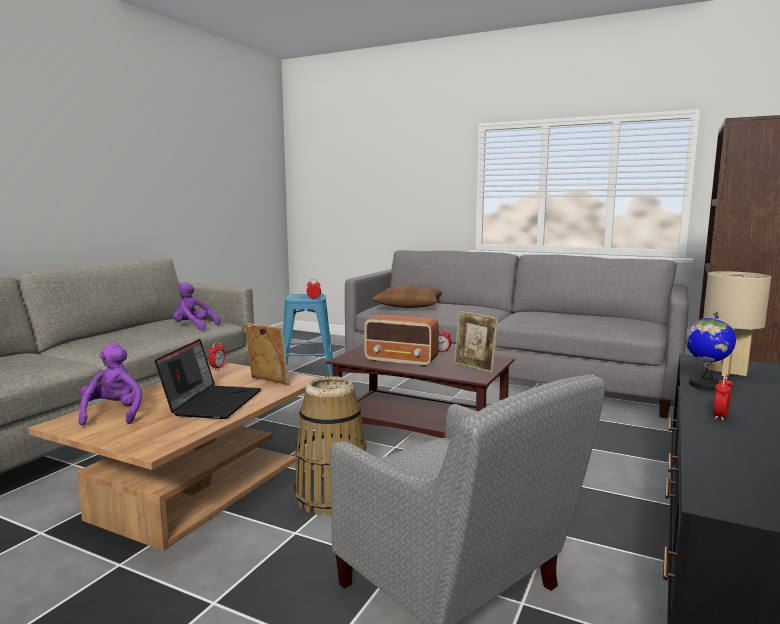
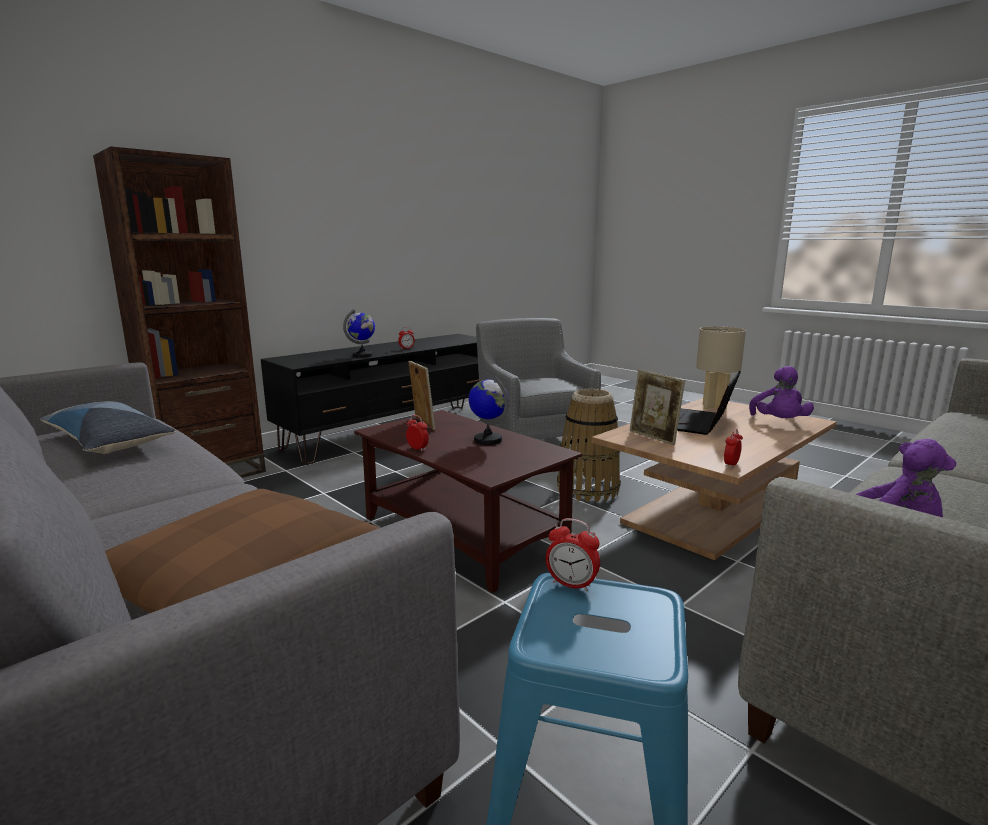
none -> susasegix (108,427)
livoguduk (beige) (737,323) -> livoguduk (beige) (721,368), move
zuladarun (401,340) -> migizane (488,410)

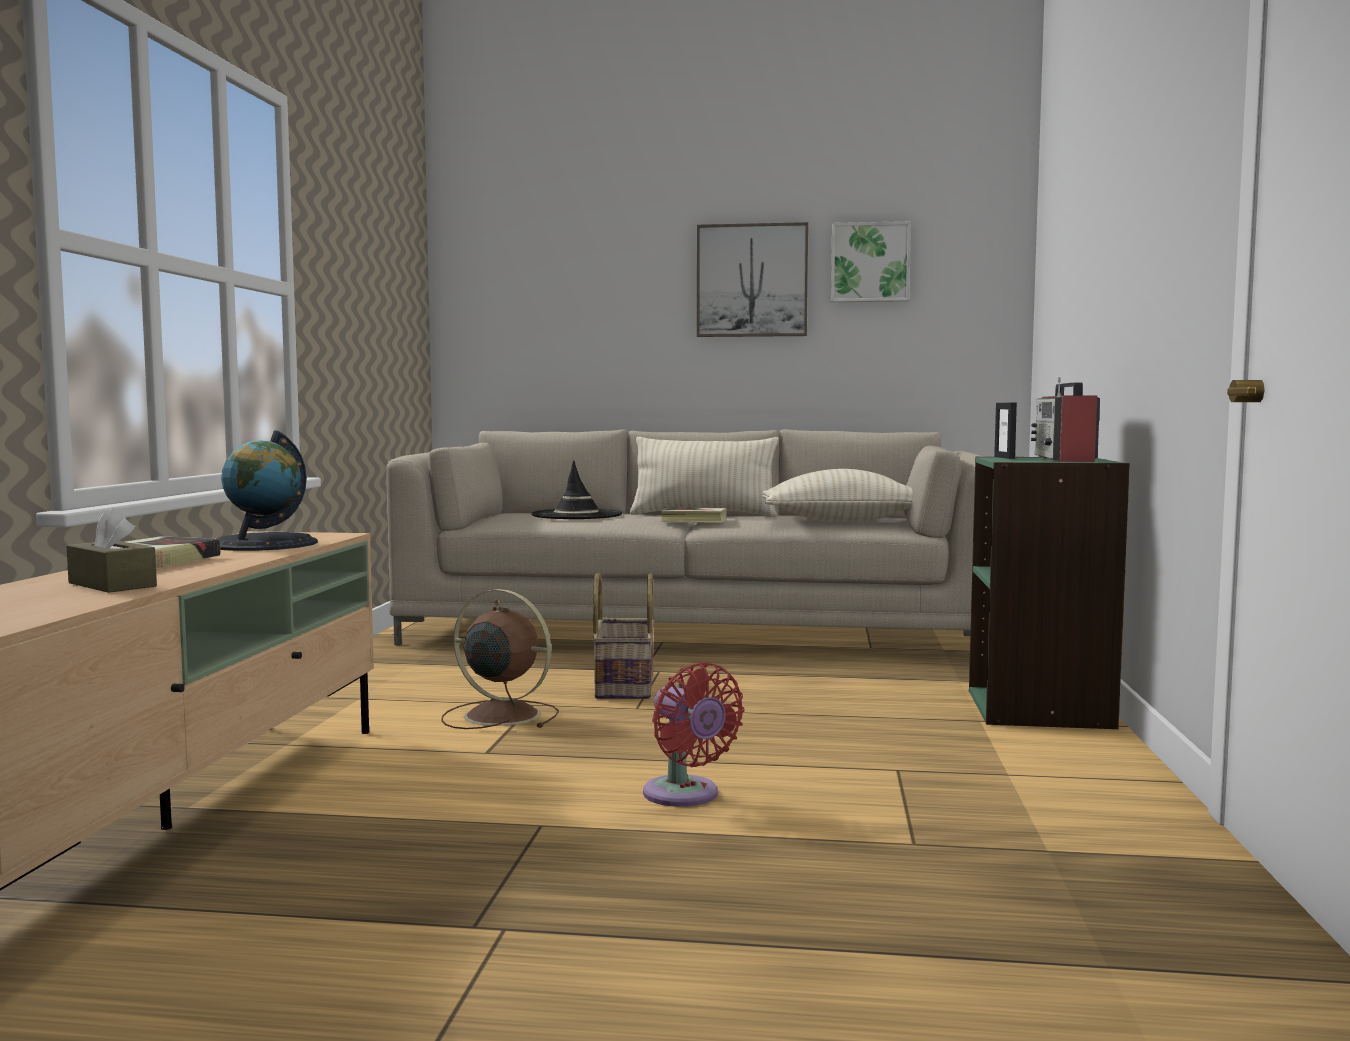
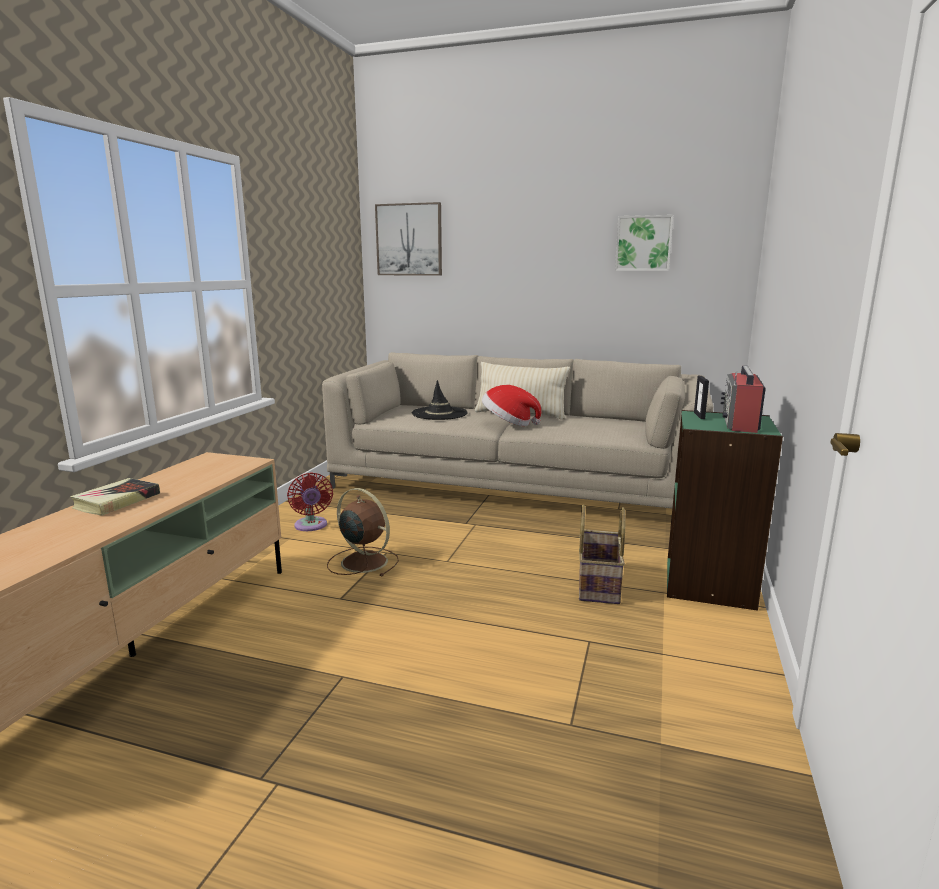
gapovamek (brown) (111,550) -> none
migizane (268,490) -> none
susasegix (beige) (837,495) -> none
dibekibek (623,636) -> dibekibek (602,554), move
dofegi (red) (693,734) -> dofegi (red) (310,501), move
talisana (752,279) -> talisana (408,239), move
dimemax (694,514) -> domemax (511,405)

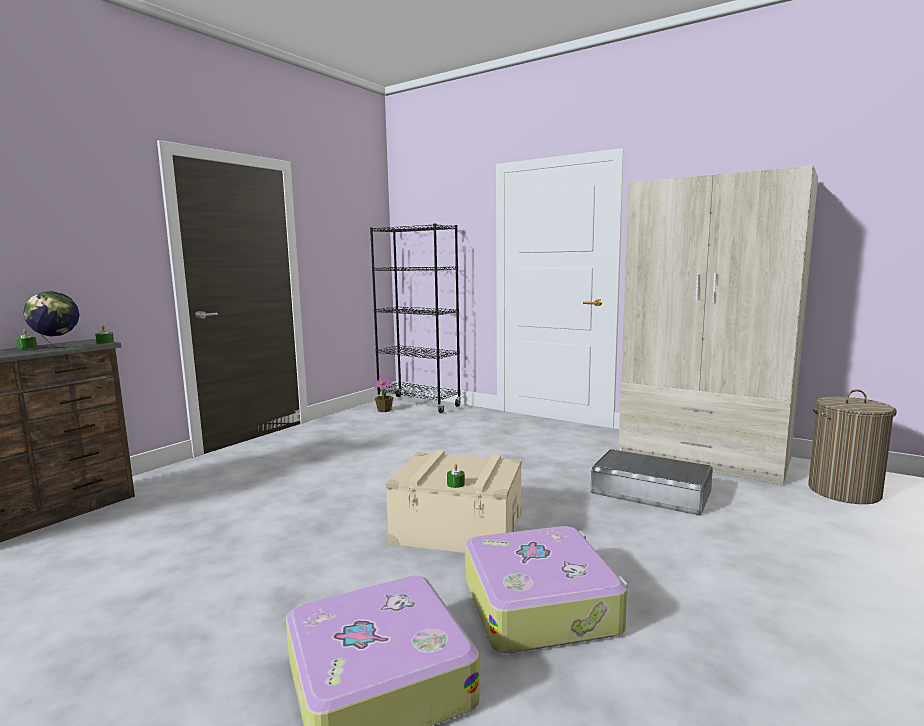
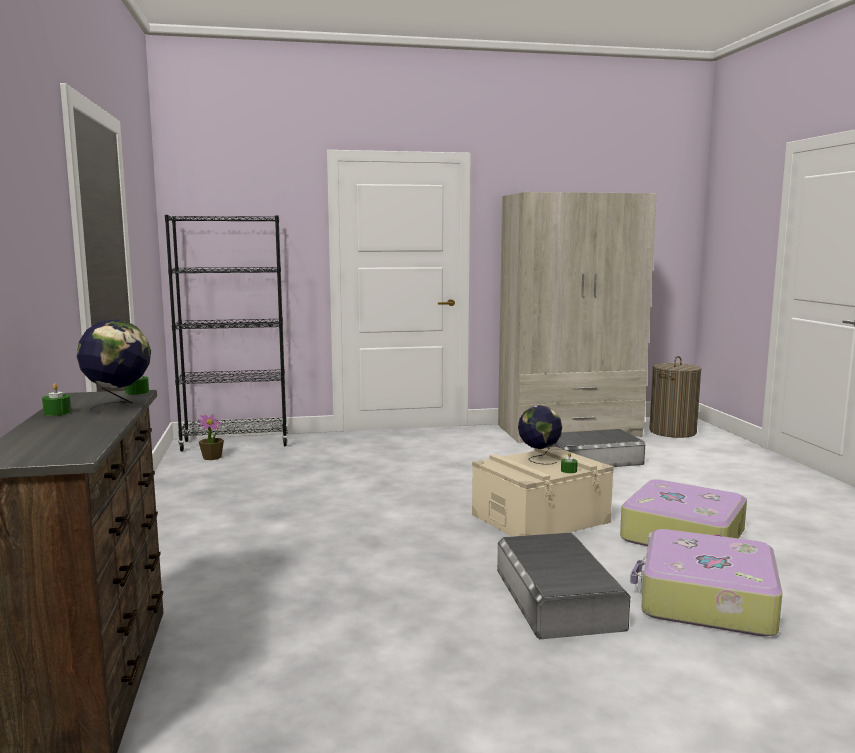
none -> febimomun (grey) (563,586)
none -> migizane (540,435)

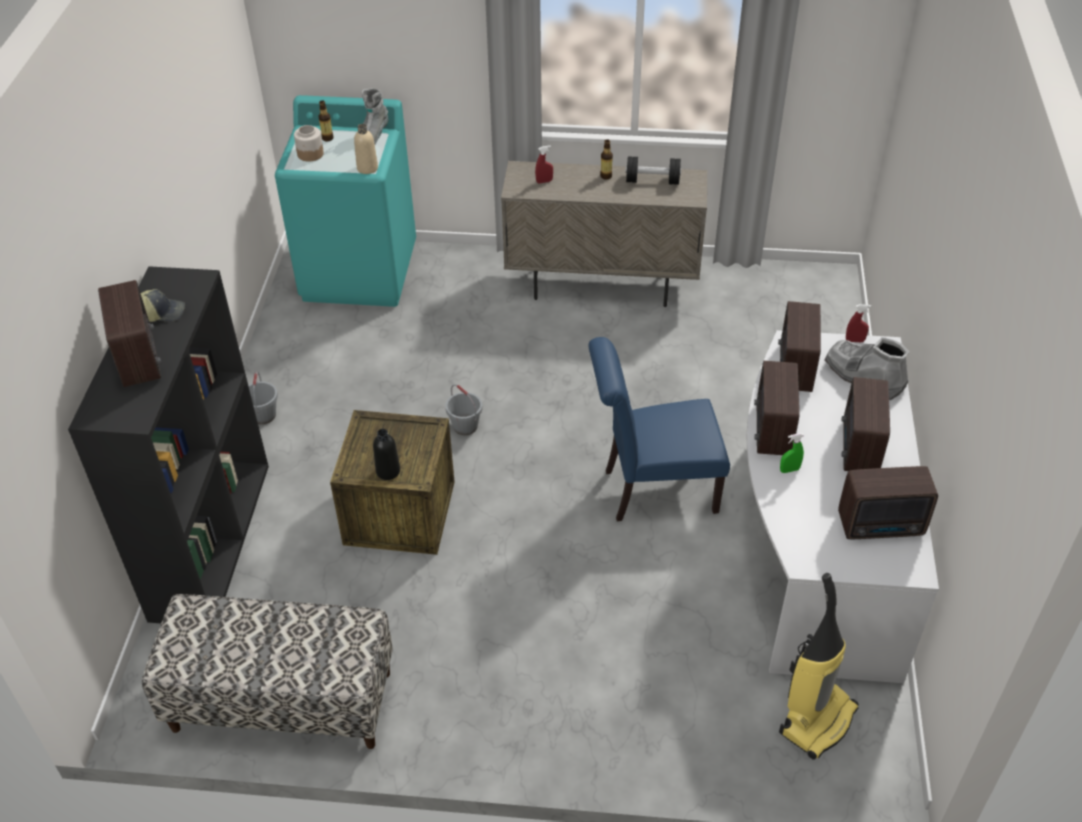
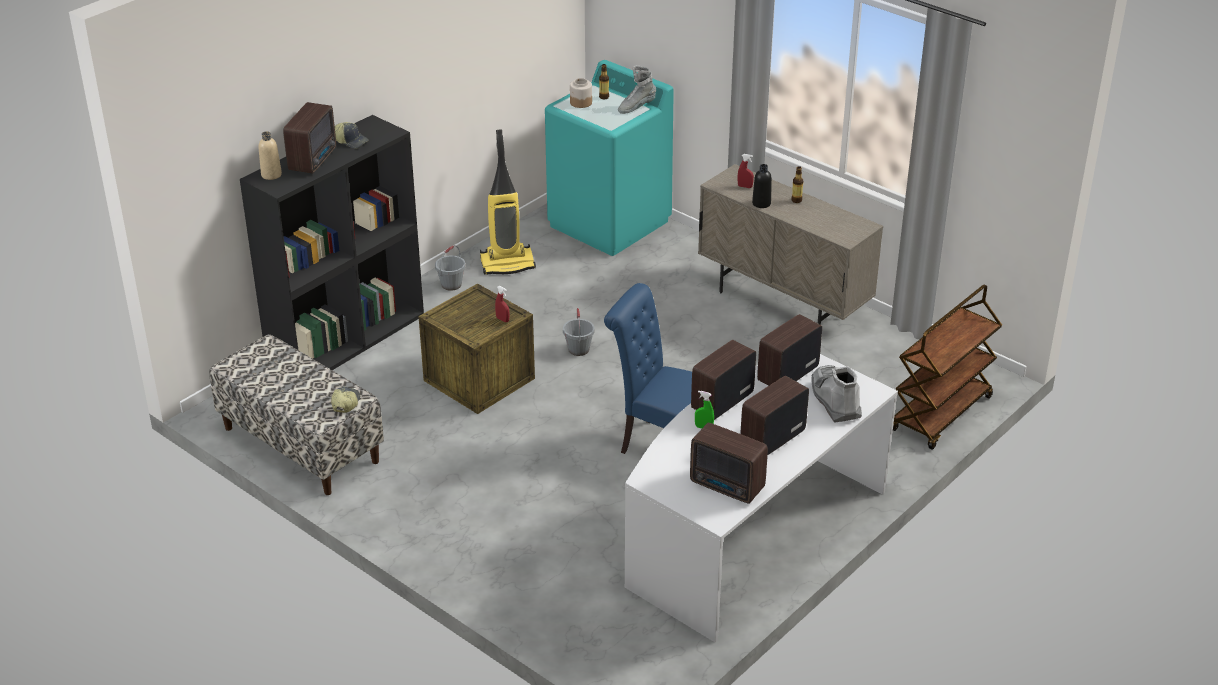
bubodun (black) (653,170) -> none
none -> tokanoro (345,400)
none -> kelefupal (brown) (947,367)
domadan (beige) (366,149) -> domadan (beige) (270,155), move
domadan (black) (386,454) -> domadan (black) (762,186), move
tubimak (819,666) -> tubimak (508,201), move
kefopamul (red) (858,323) -> kefopamul (red) (502,304), move

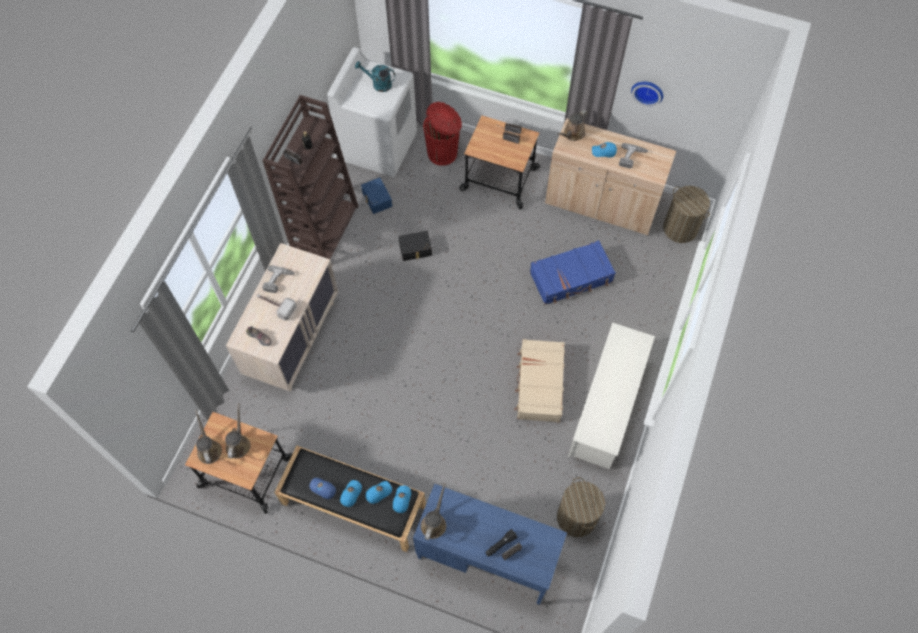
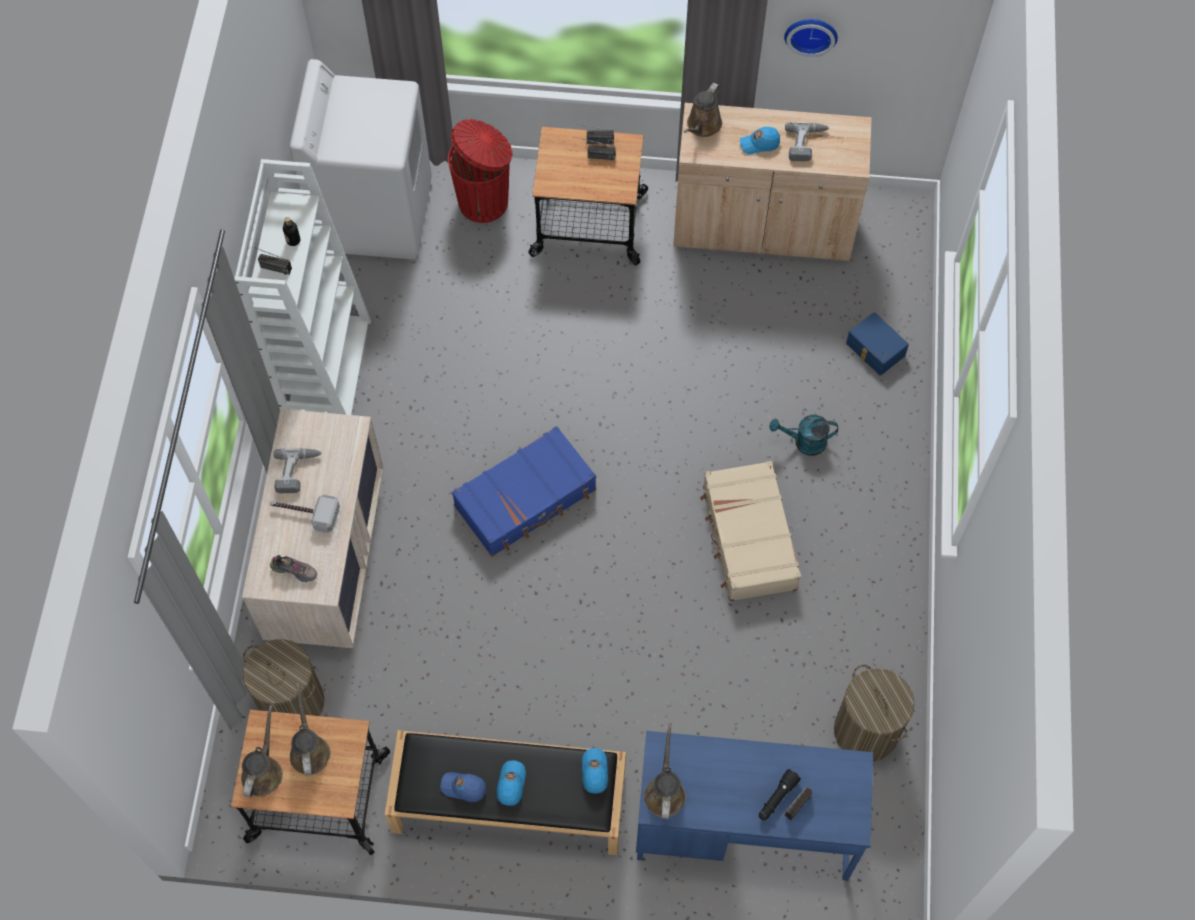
tokanoro (blue) (378,492) -> none
febimomun (black) (415,246) -> none
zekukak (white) (611,396) -> none
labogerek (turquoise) (375,76) -> labogerek (turquoise) (803,435), move
febimomun (blue) (376,196) -> febimomun (blue) (877,344), move
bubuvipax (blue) (573,272) -> bubuvipax (blue) (524,491), move
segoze (686,214) -> segoze (283,677), move
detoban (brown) (310,177) -> detoban (white) (302,287)
labogerek (brown) (208,437) -> labogerek (brown) (262,751), 45 degrees clockwise

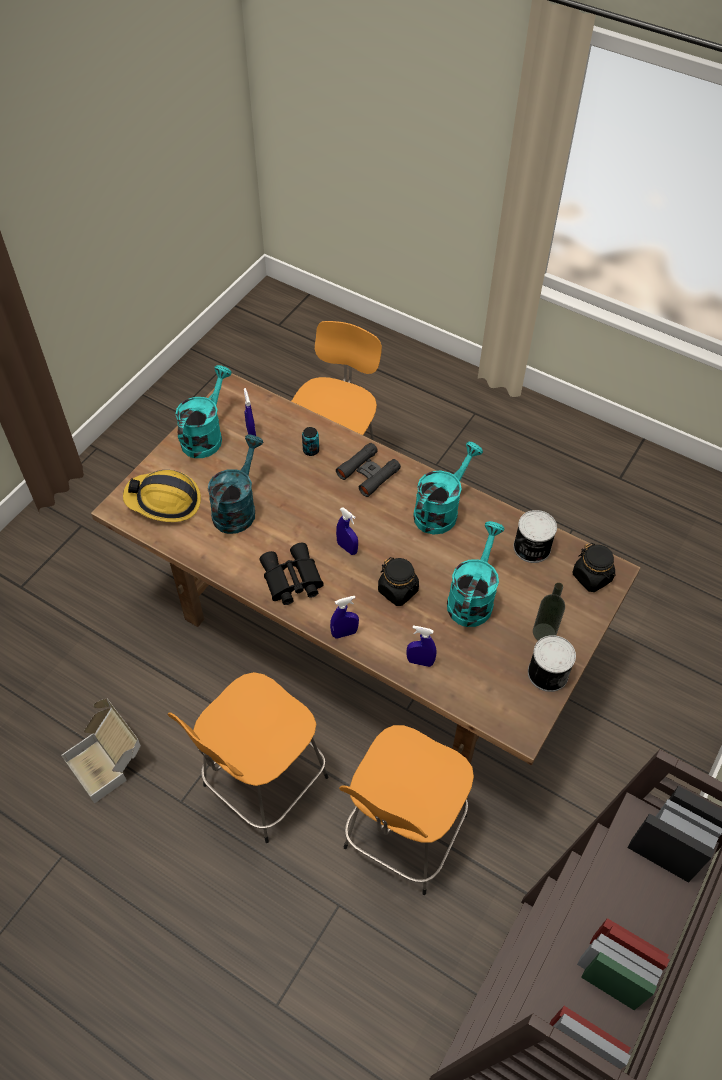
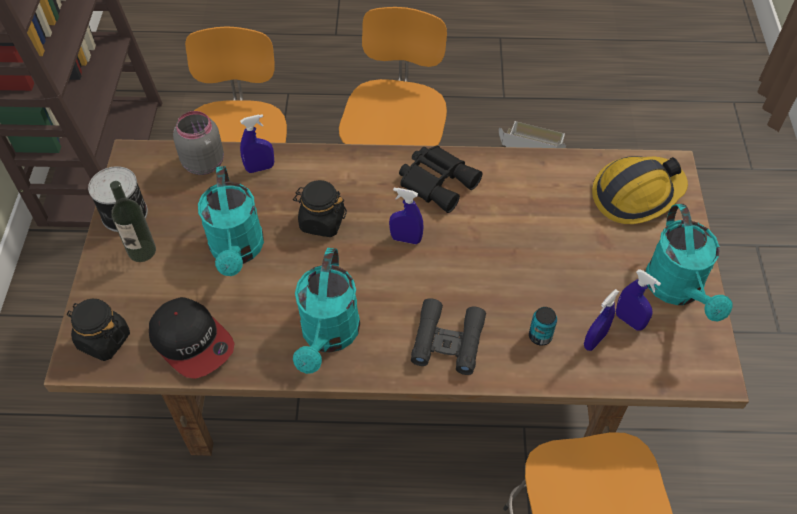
labogerek (turquoise) (236,484) -> none
none -> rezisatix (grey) (198,143)
kefopamul (blue) (344,617) -> kefopamul (blue) (601,320), move
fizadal (535,536) -> tokanoro (192,338)

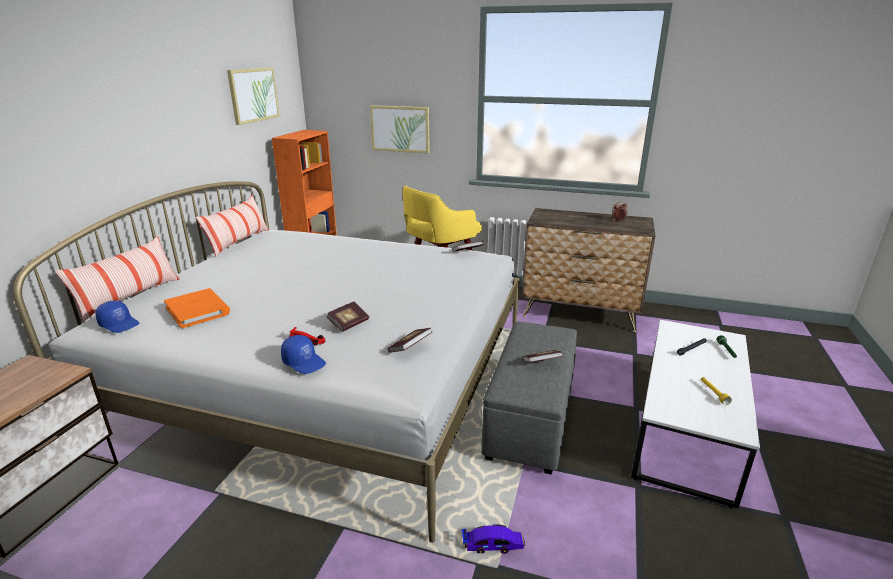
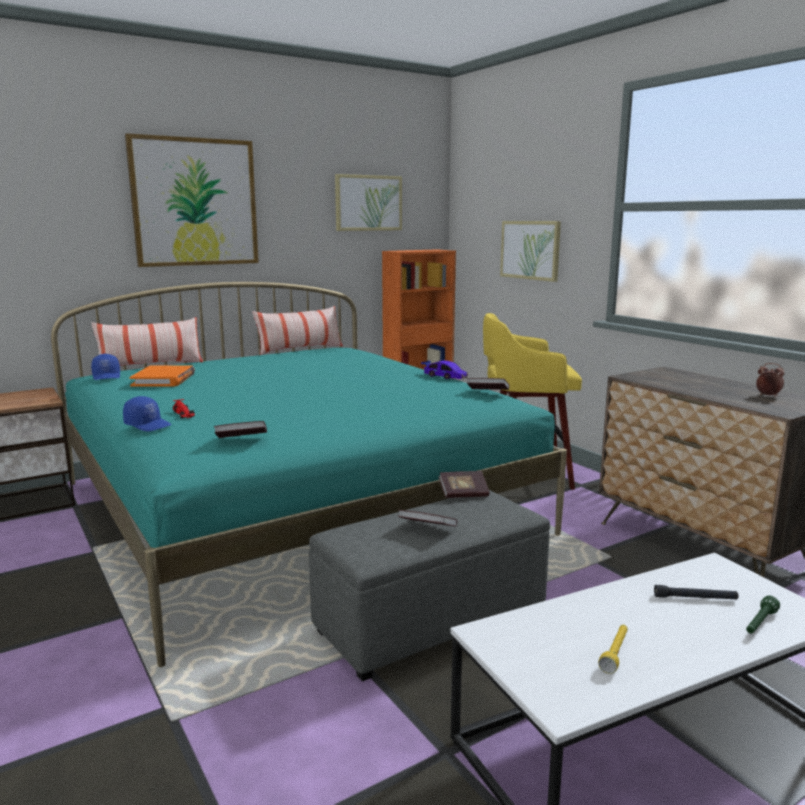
none -> talisana (192,200)
dimemax (347,317) -> dimemax (464,484), move
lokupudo (493,539) -> lokupudo (444,369), move
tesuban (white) (266,362) -> tesuban (turquoise) (309,474)
tokanoro (blue) (303,354) -> tokanoro (blue) (147,414), 45 degrees counterclockwise

